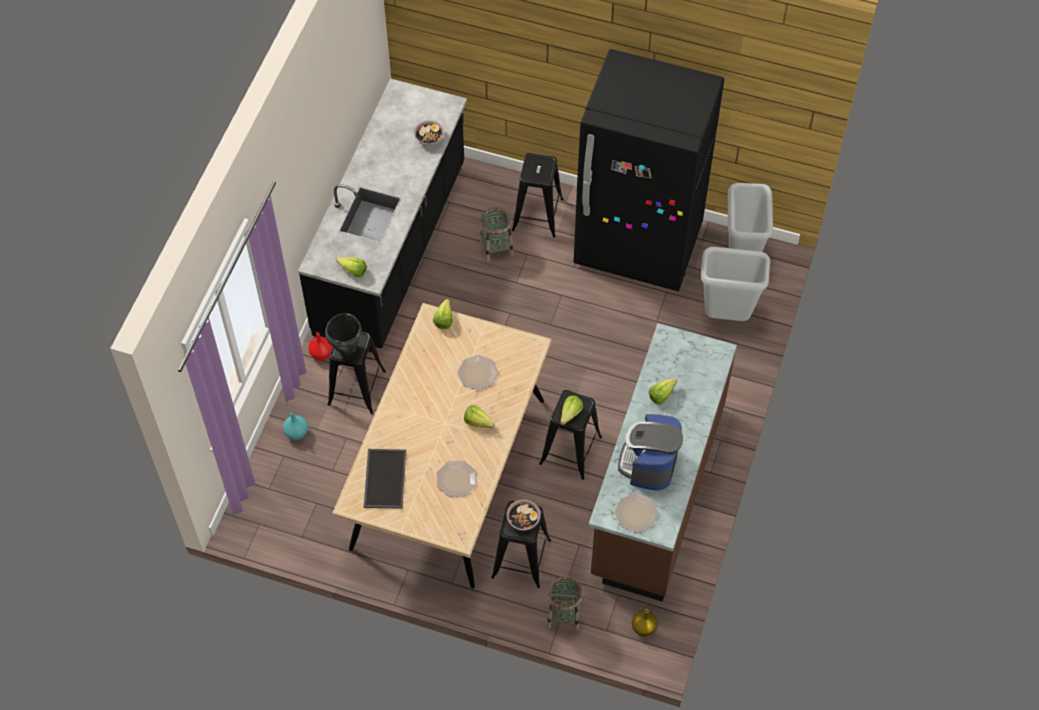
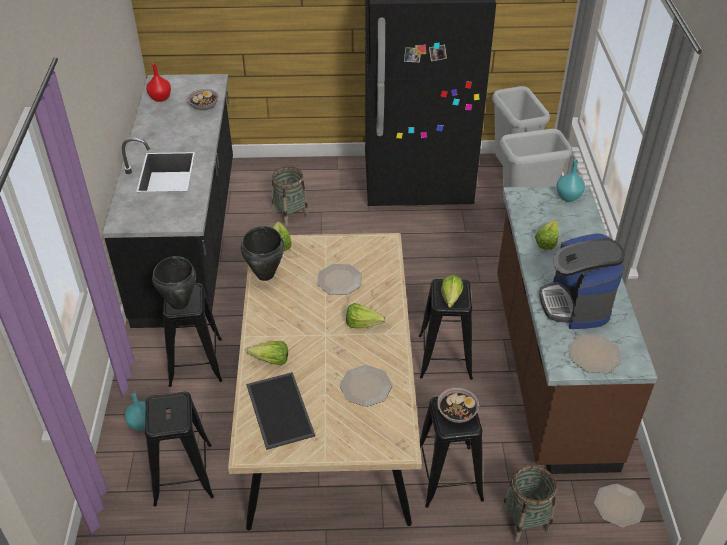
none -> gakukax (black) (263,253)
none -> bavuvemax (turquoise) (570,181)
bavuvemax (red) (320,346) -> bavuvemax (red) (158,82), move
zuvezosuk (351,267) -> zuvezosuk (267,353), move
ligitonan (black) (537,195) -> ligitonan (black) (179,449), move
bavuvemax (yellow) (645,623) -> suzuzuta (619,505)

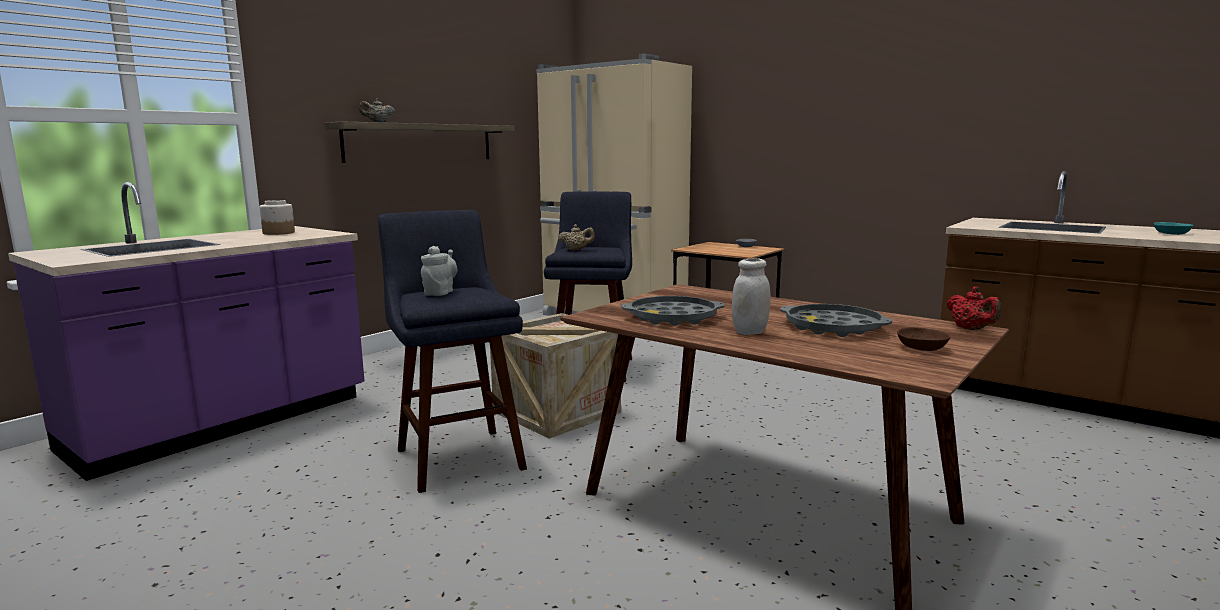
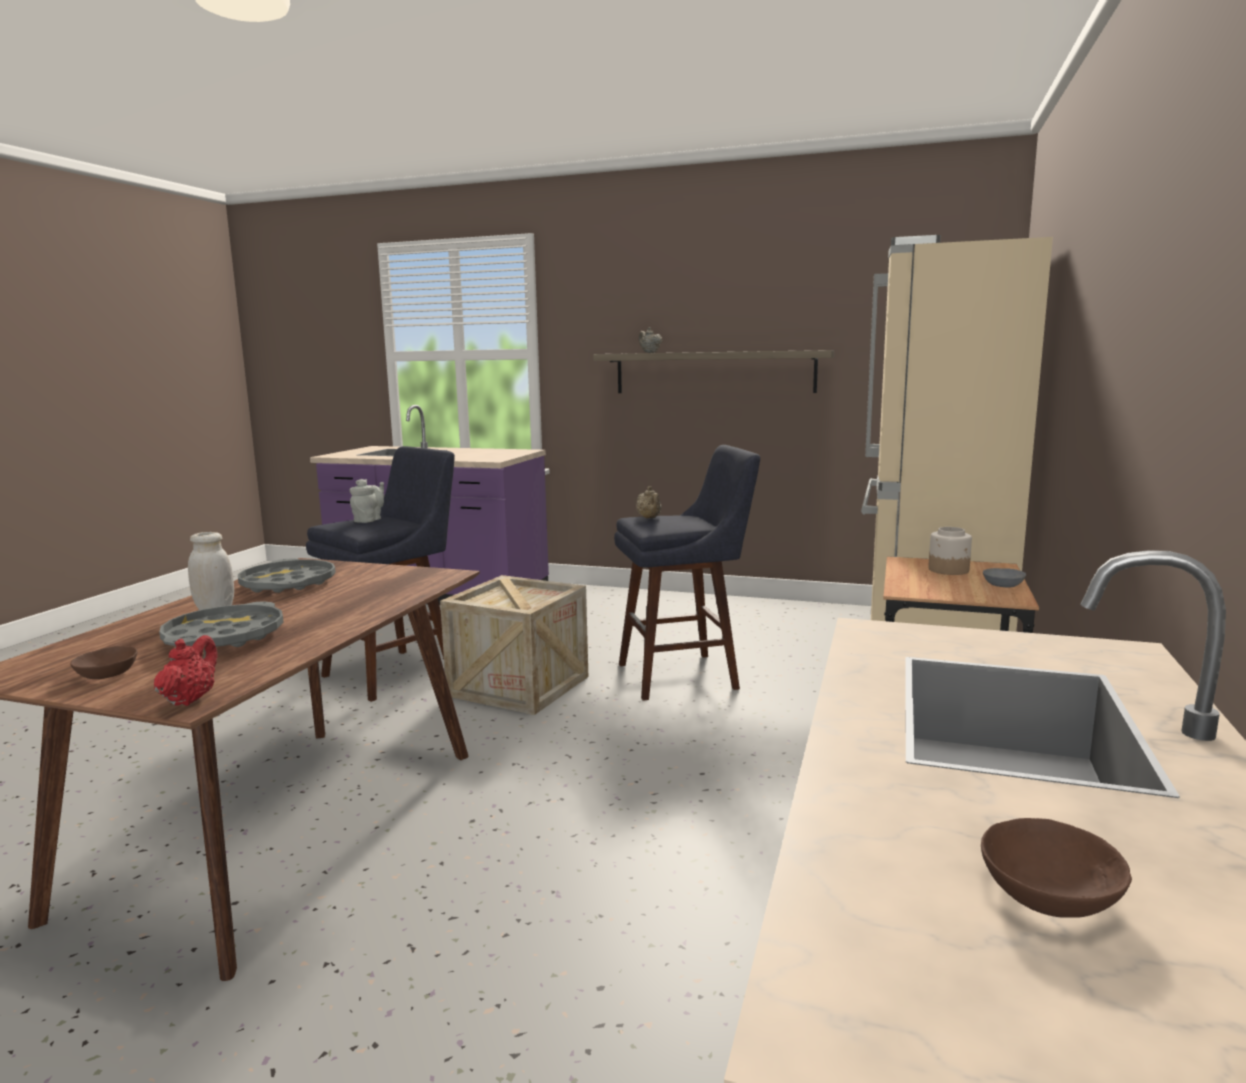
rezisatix (277,217) -> rezisatix (950,551), move
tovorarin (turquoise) (1173,228) -> tovorarin (brown) (1056,868)
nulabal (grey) (439,271) -> nulabal (grey) (367,501), 60 degrees counterclockwise
nulabal (red) (973,308) -> nulabal (red) (186,670), 135 degrees clockwise

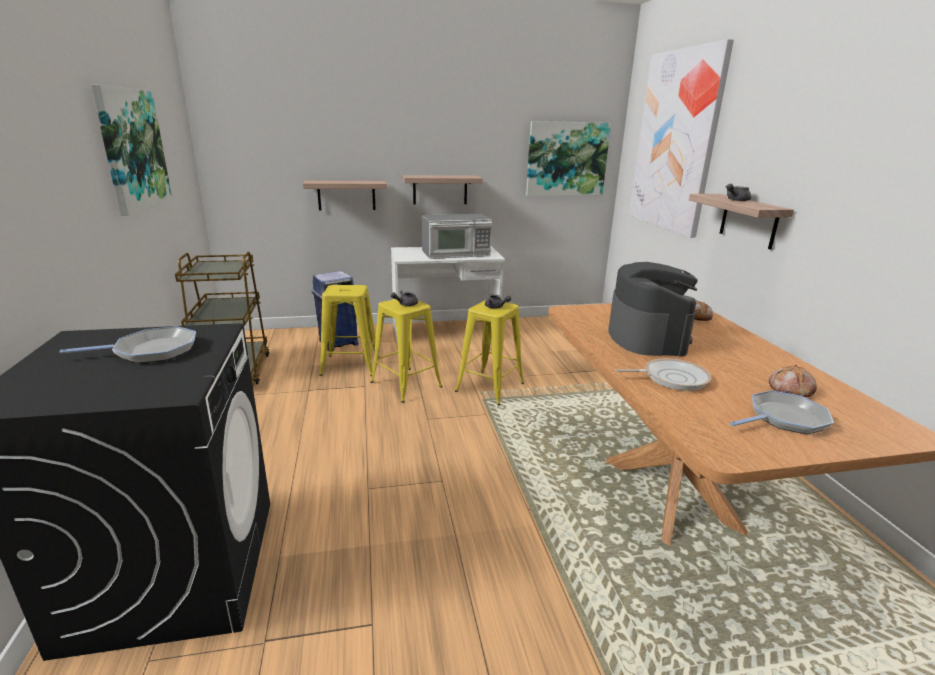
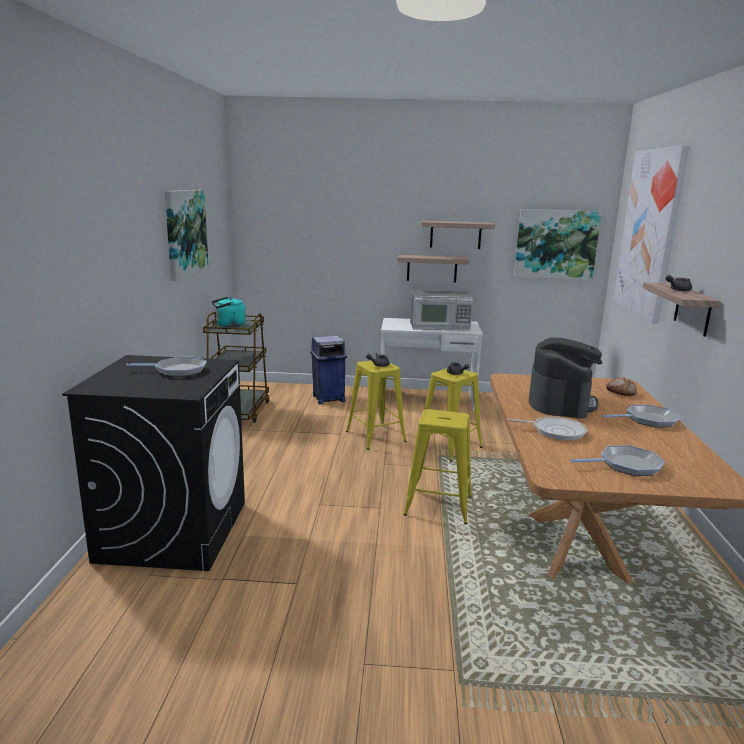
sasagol (793,381) -> none
none -> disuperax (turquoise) (229,312)
none -> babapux (641,416)
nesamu (345,195) -> nesamu (458,235), move
ligitonan (yellow) (349,330) -> ligitonan (yellow) (437,466), move

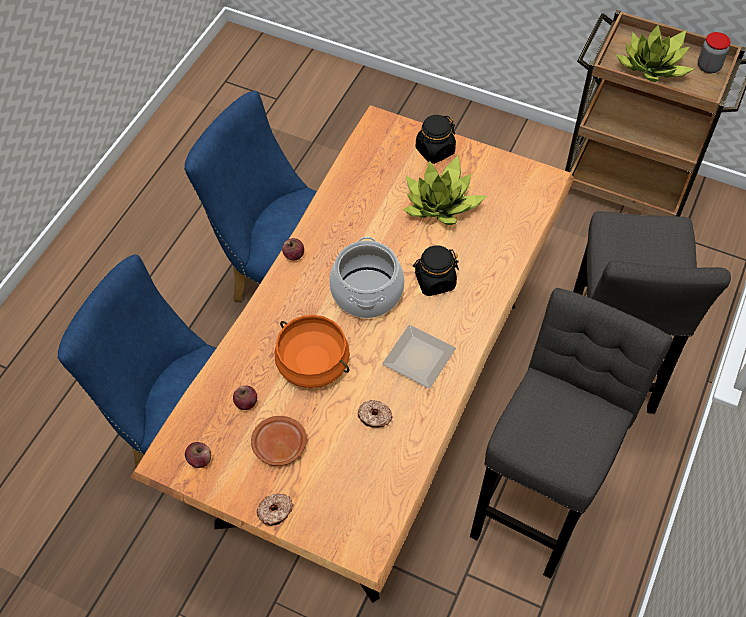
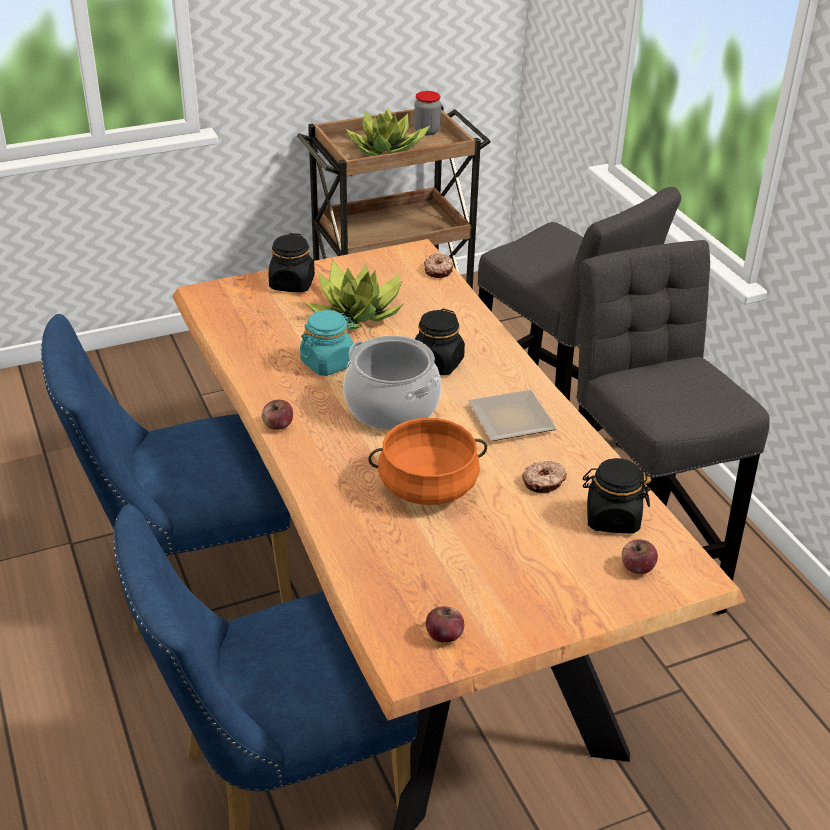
suzuzuta (brown) (279,441) -> none
none -> rezisatix (turquoise) (327,343)
none -> rezisatix (black) (617,495)
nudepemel (245,397) -> nudepemel (640,556), move
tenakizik (275,510) -> tenakizik (438,265), move

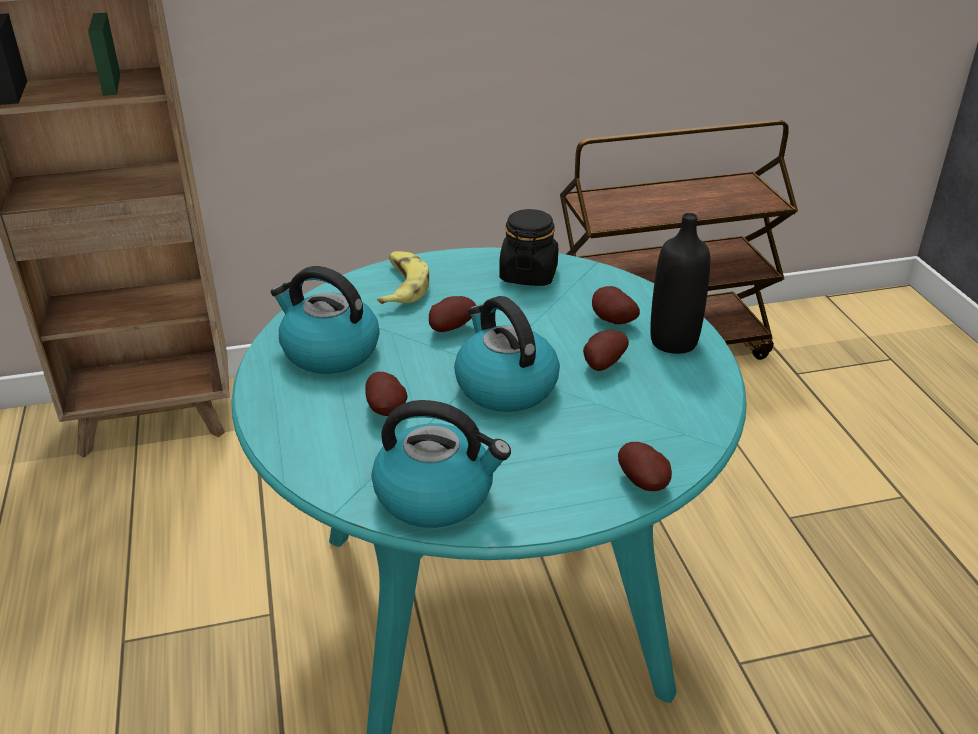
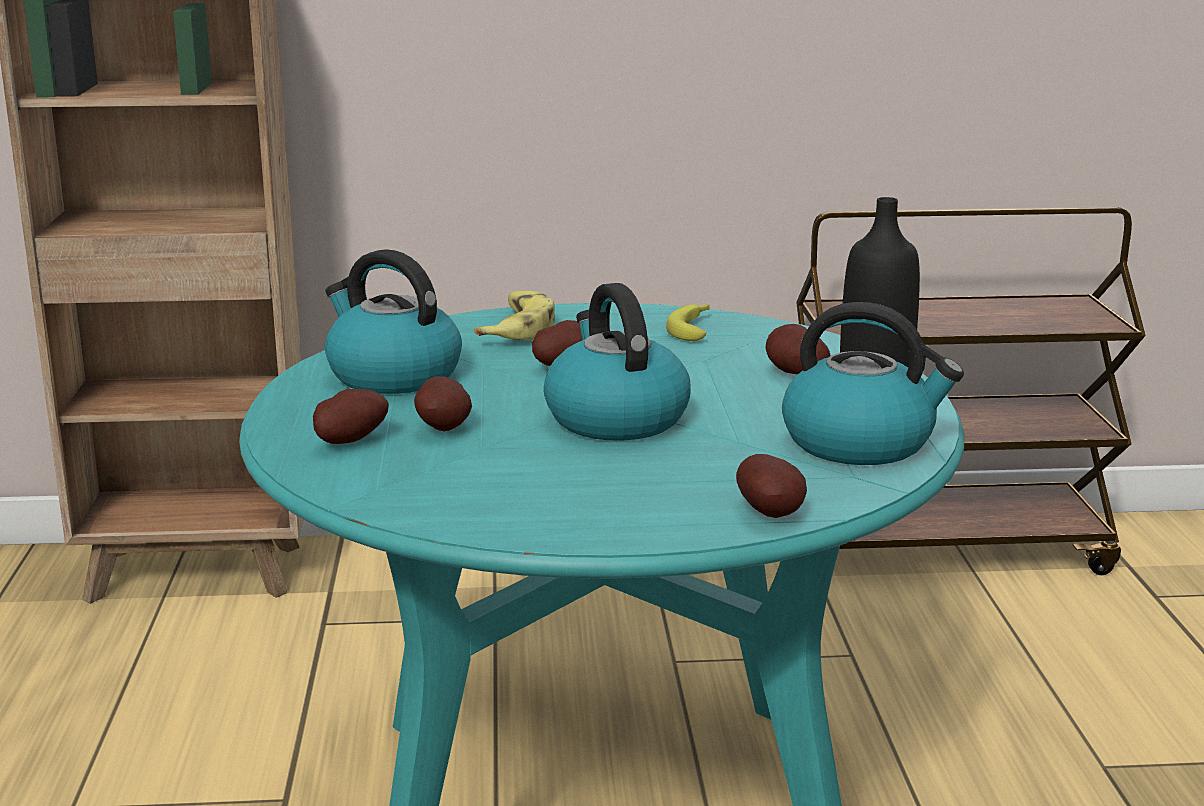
disuperax (441,464) -> disuperax (873,383), move
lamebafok (606,350) -> lamebafok (351,416), move
rezisatix (black) (528,247) -> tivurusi (688,322)

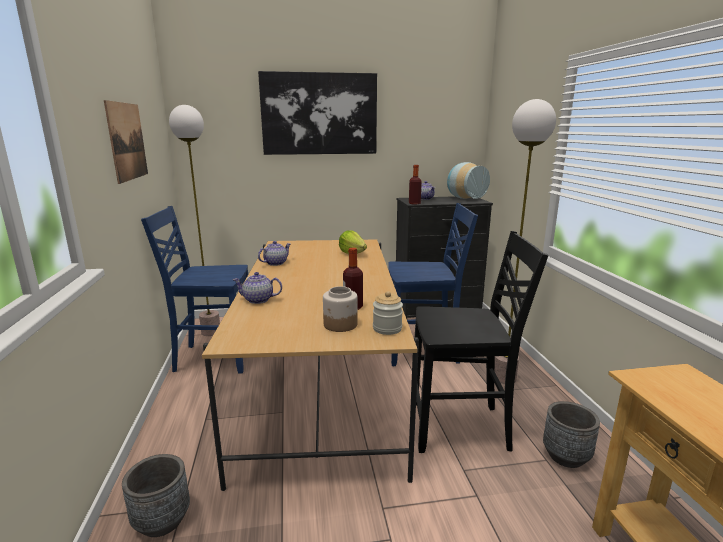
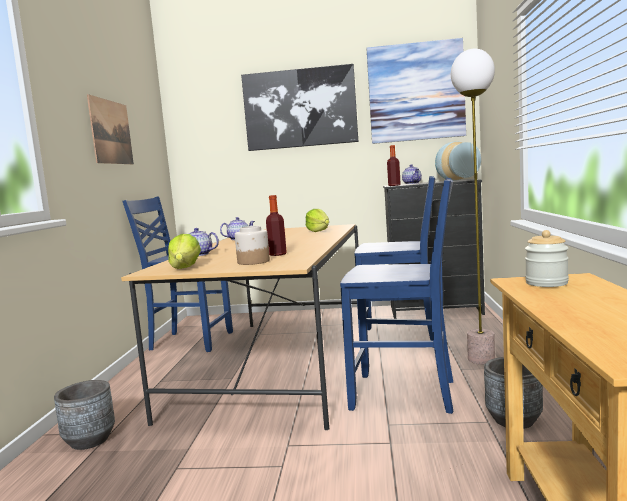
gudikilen (194,220) -> none
none -> zuvezosuk (184,251)
none -> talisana (416,91)
rezisatix (388,313) -> rezisatix (547,258), move
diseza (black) (481,342) -> diseza (blue) (396,296)

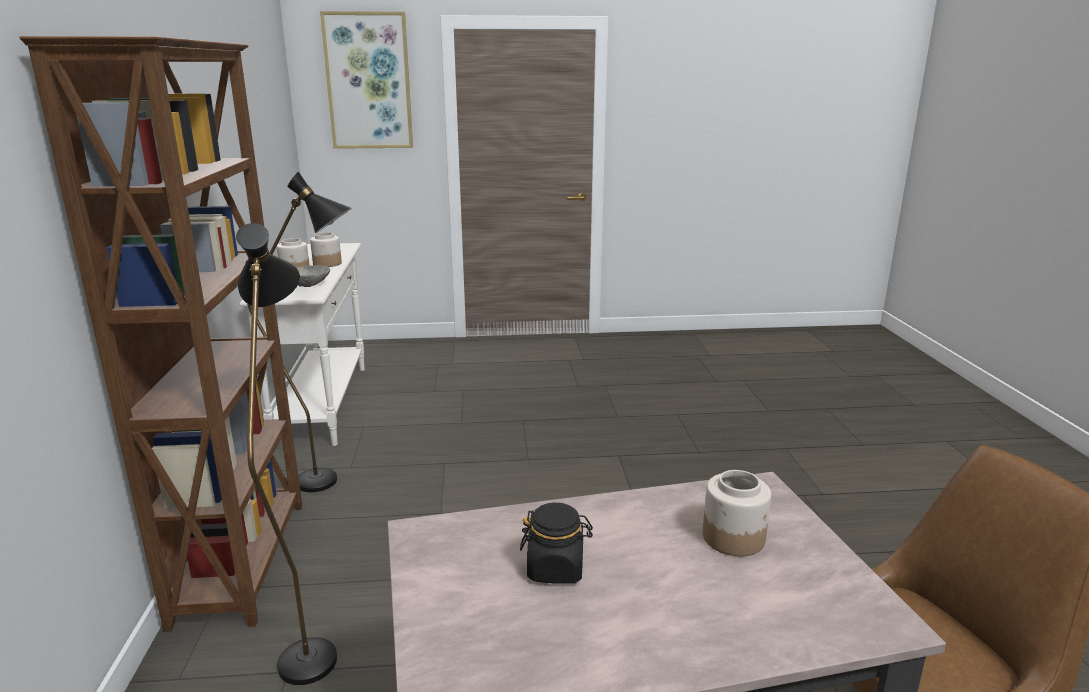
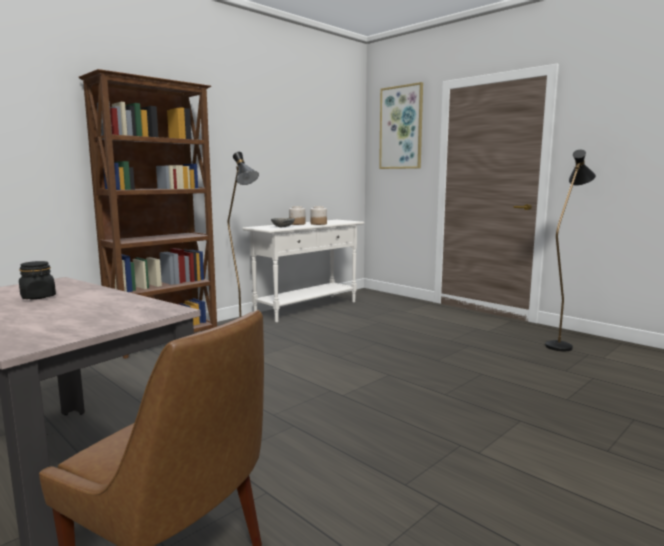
rezisatix (737,513) -> none
gudikilen (black) (286,454) -> gudikilen (black) (570,250), move

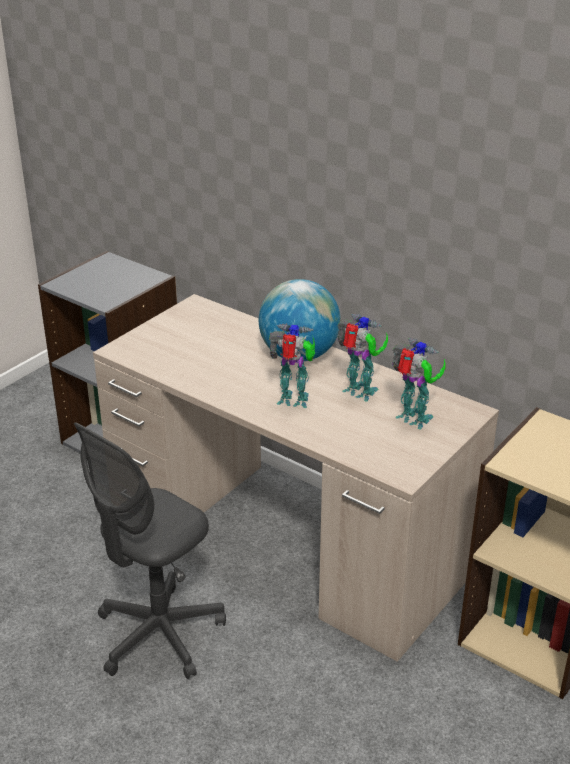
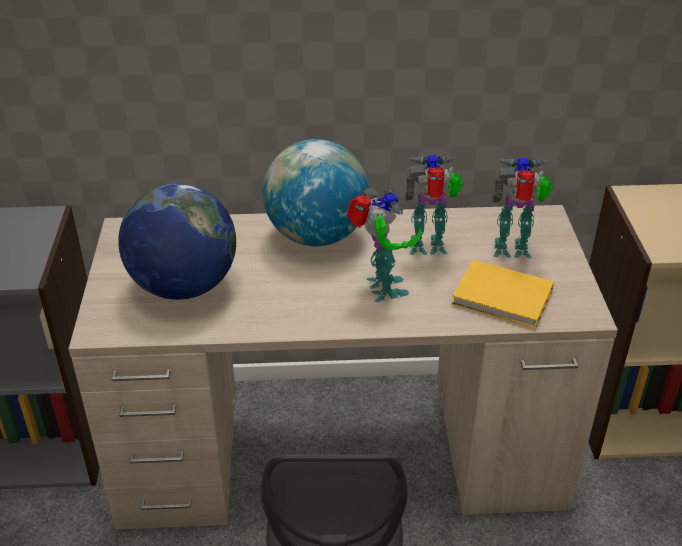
none -> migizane (177,242)
none -> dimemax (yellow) (502,294)
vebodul (292,365) -> vebodul (384,244), 105 degrees clockwise

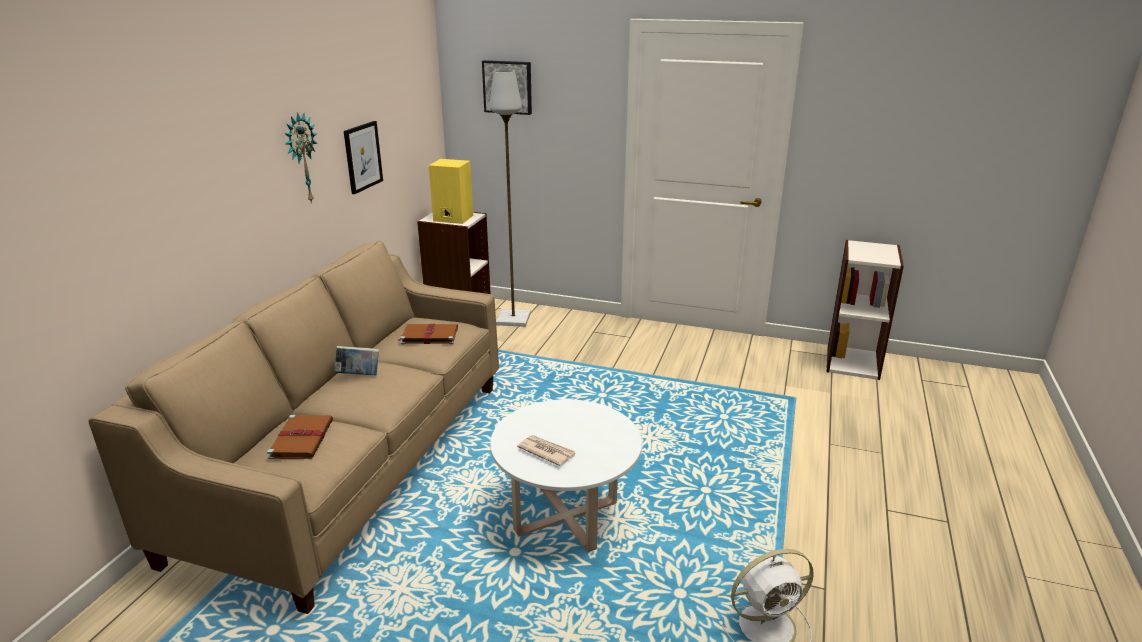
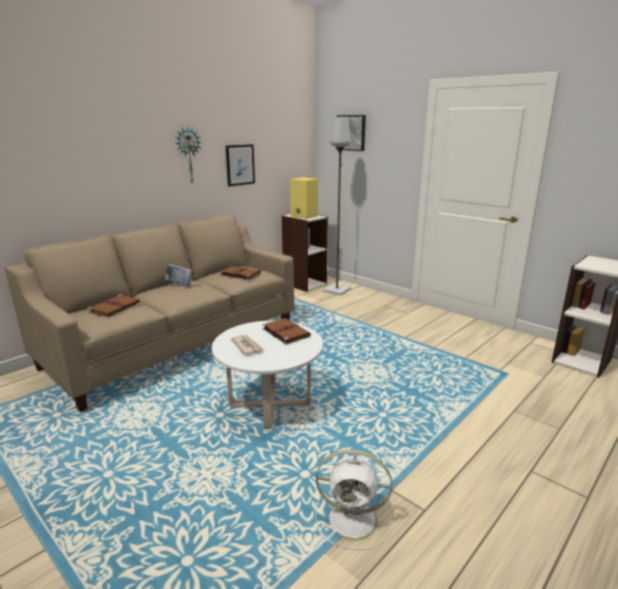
none -> dimemax (brown) (286,331)

